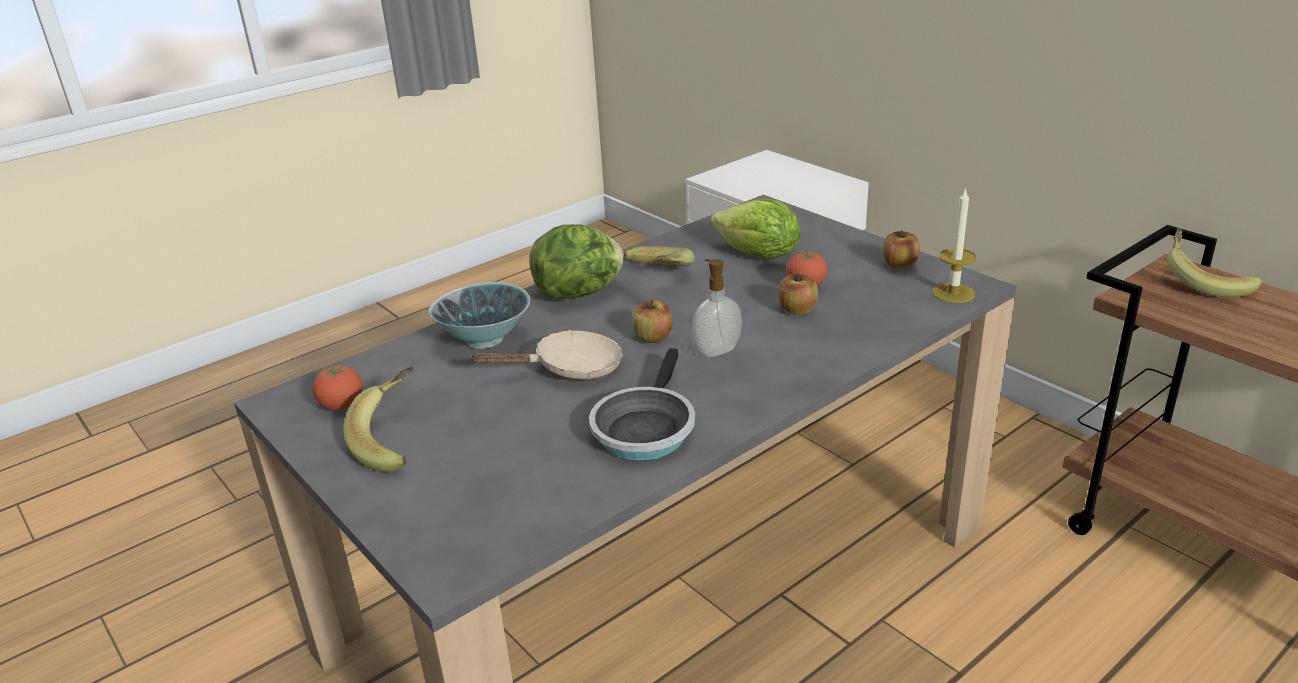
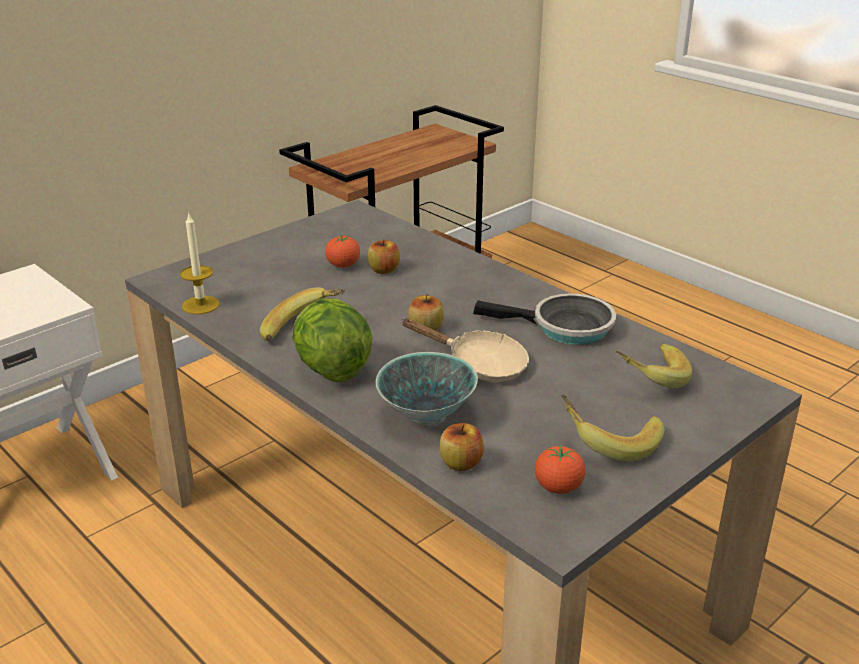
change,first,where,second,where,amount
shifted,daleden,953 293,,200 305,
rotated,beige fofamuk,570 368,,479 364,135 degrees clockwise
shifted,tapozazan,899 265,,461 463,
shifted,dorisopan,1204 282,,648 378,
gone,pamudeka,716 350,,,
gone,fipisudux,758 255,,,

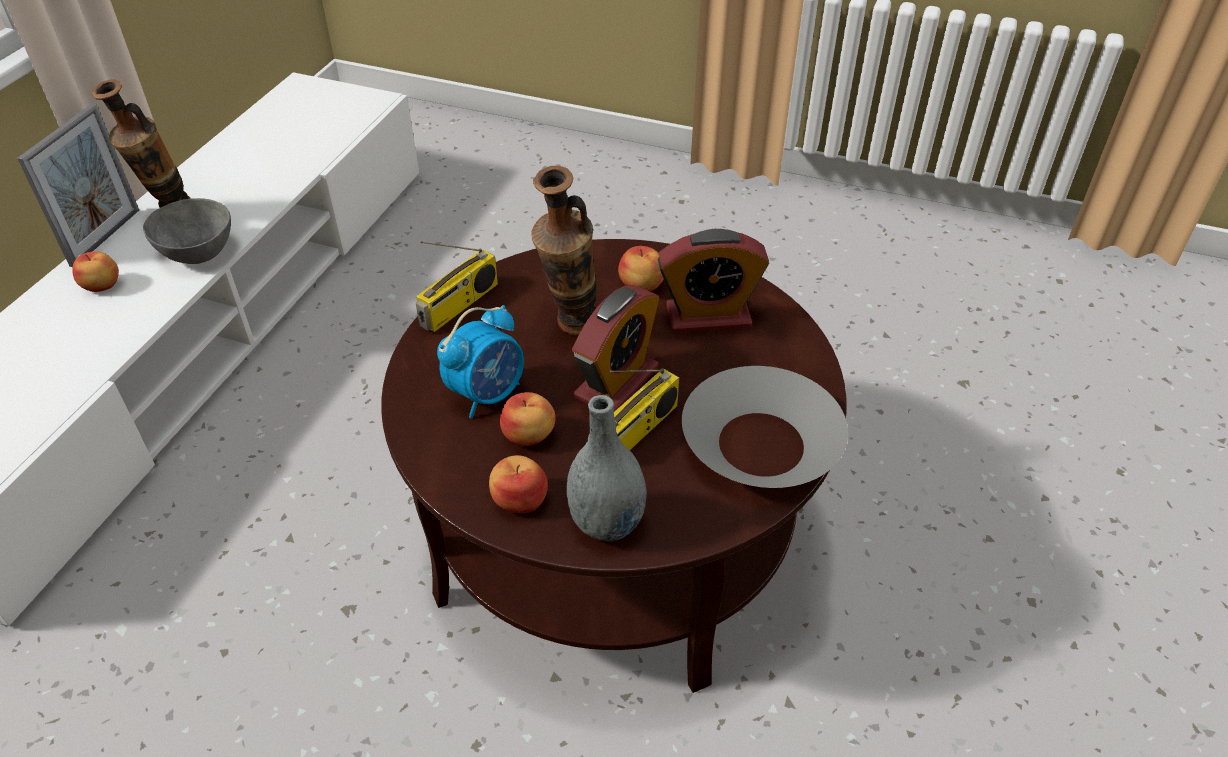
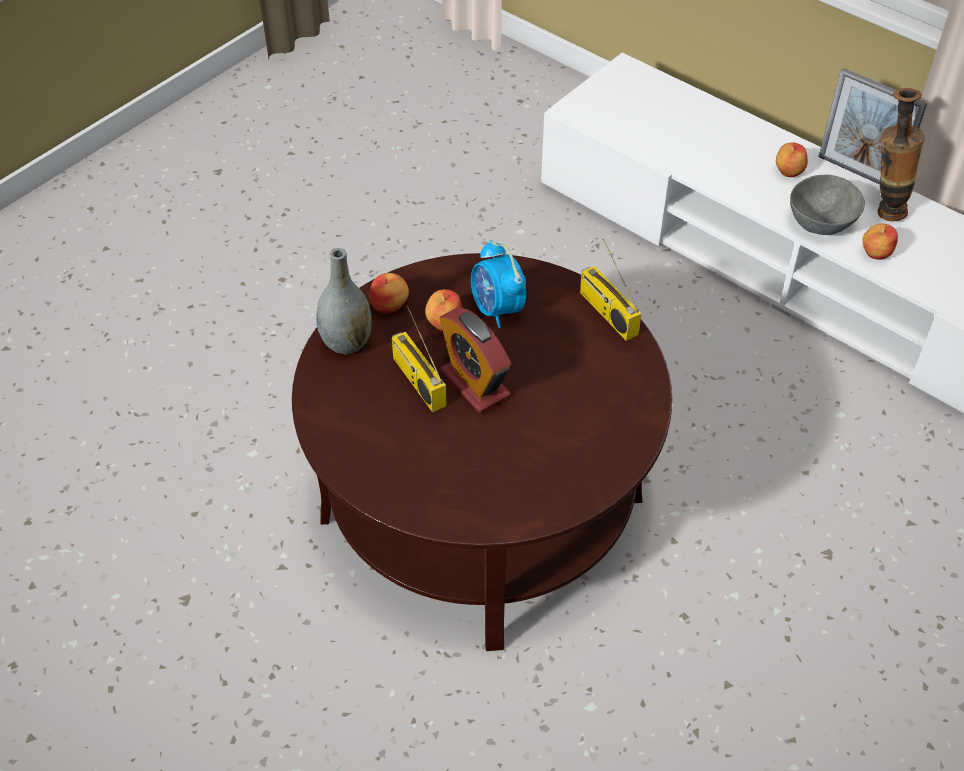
change,first,where,second,where,amount
shifted,tapozazan,641 286,,876 252,
gone,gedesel,570 331,,,
gone,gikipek,708 316,,,
gone,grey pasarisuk,761 443,,,

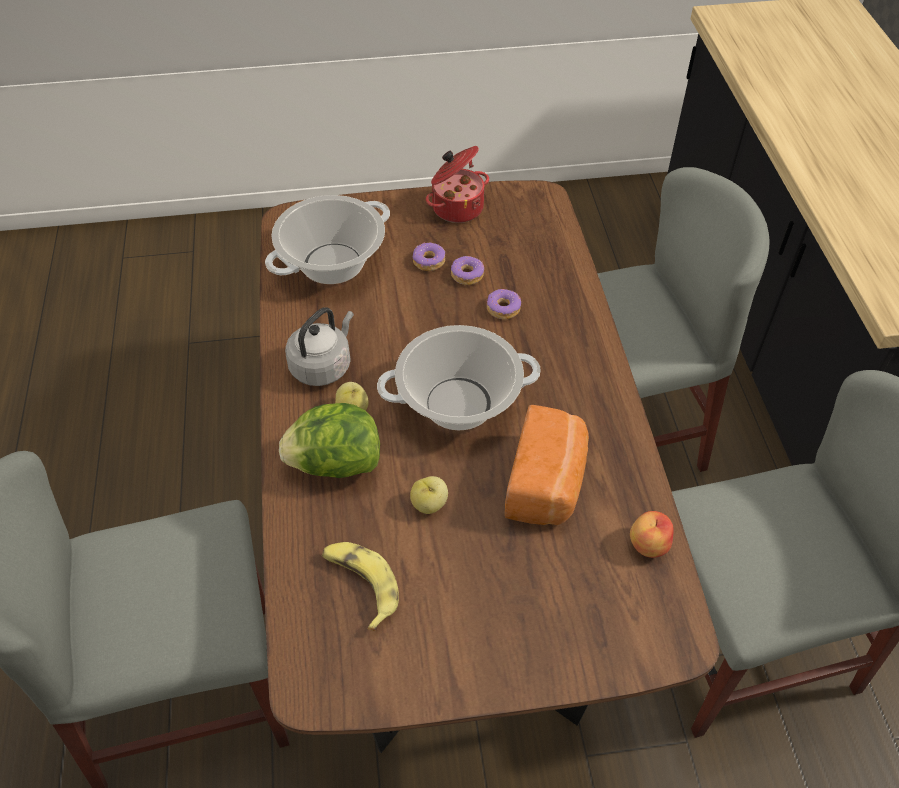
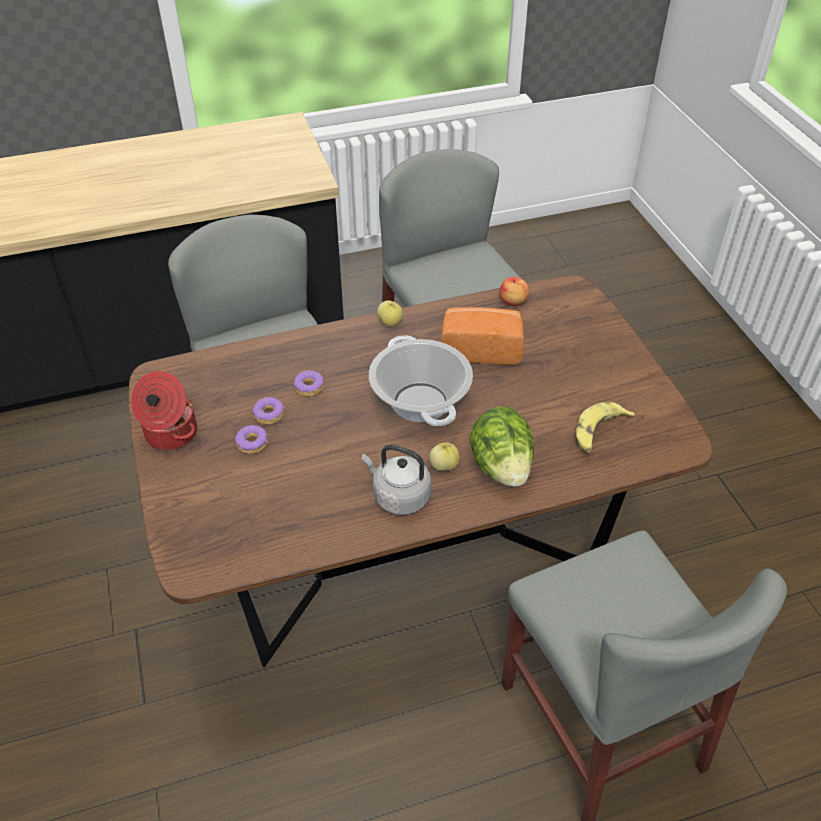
change,first,where,second,where,amount
shifted,tapozazan,429 504,,390 322,
gone,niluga,333 264,,,

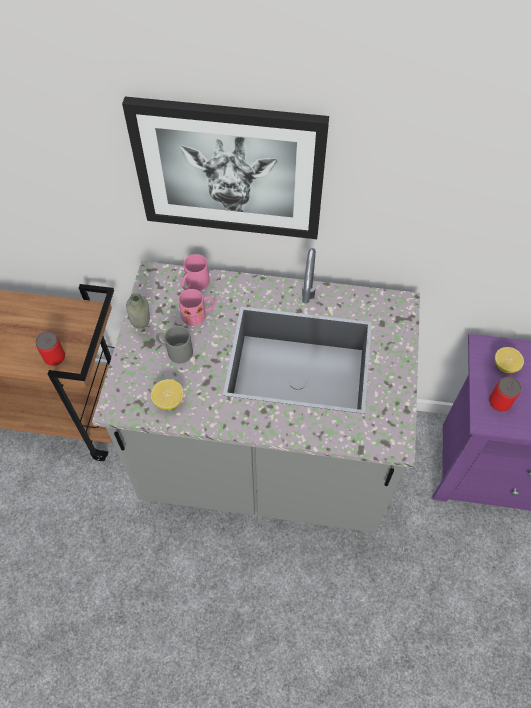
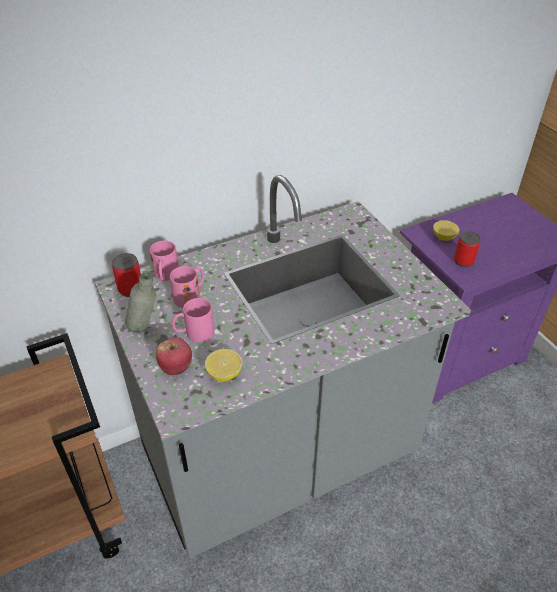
change,first,where,second,where,amount
shifted,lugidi,55 357,,130 289,
new,,,tapozazan,176 368,
repainted,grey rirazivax,175 351,pink rirazivax,194 333,
gone,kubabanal,229 170,,,

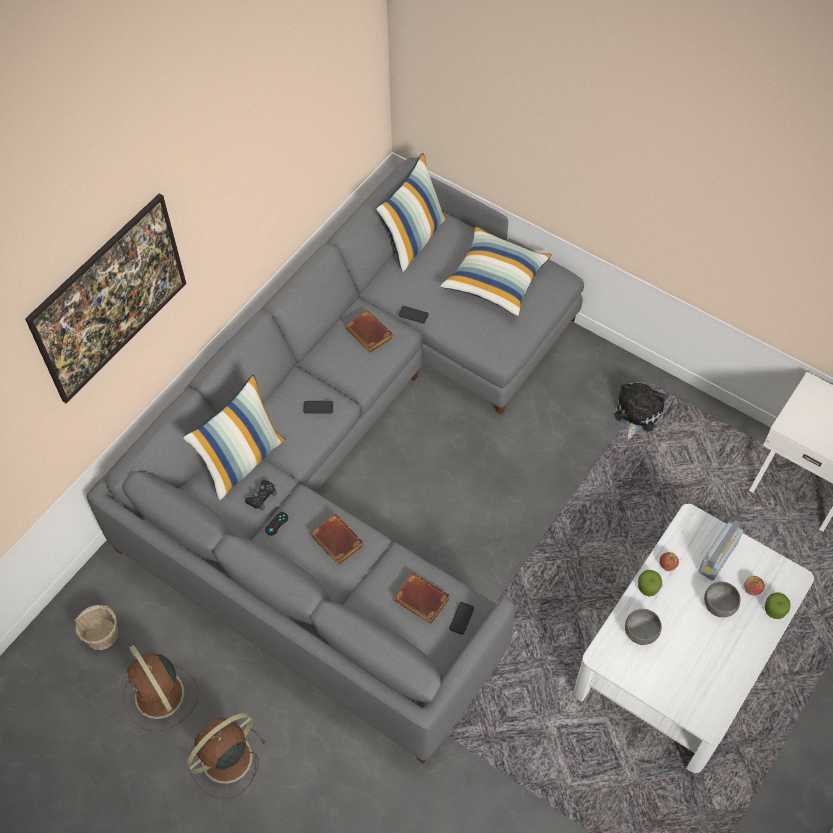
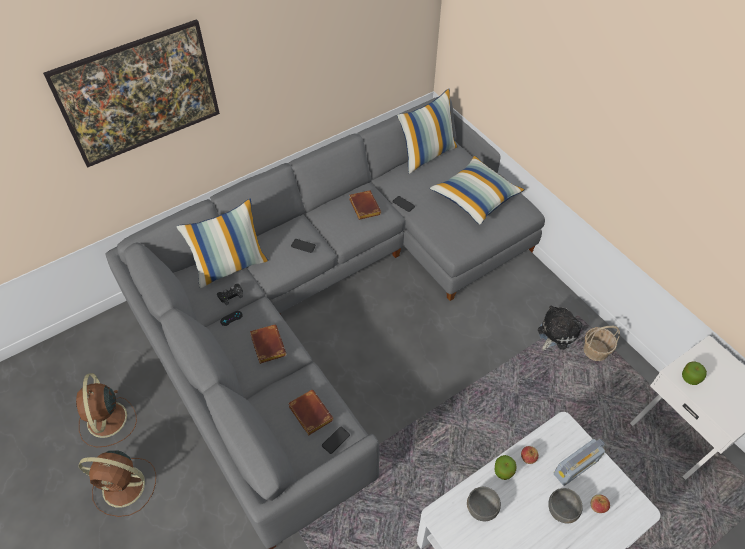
change,first,where,second,where,amount
rotated,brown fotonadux,224 760,,125 487,150 degrees counterclockwise
shifted,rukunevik,101 634,,595 350,
shifted,tapozazan,774 610,,690 377,

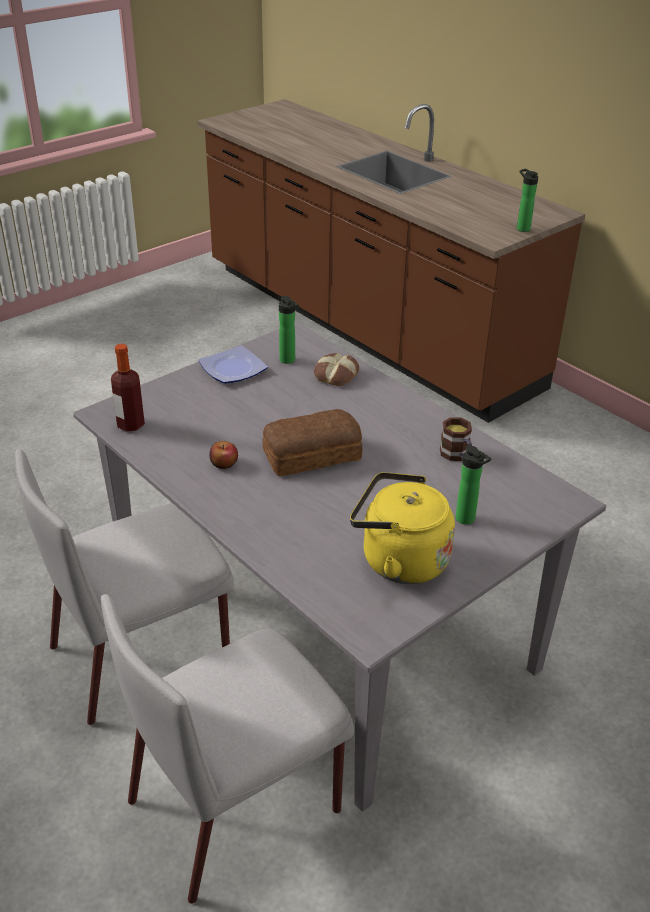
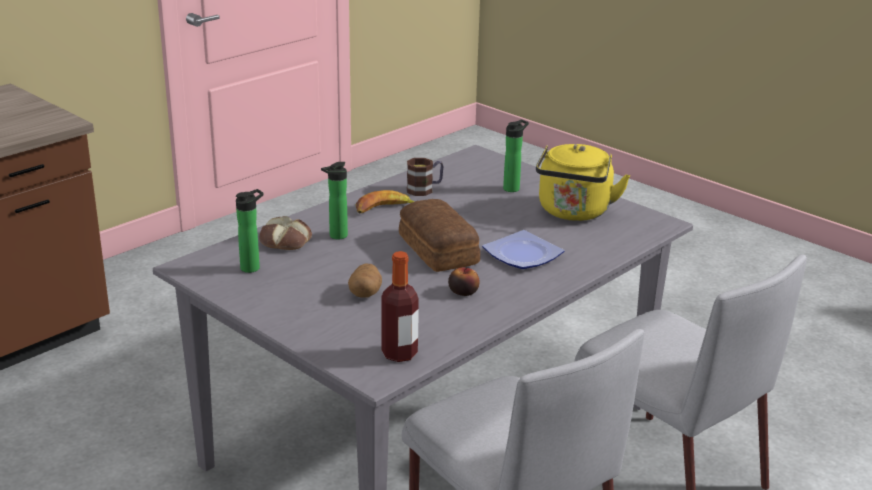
change,first,where,second,where,amount
shifted,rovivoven,521 228,,336 236,
new,,,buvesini,365 293,
new,,,dorisopan,386 209,
shifted,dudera,232 370,,524 255,

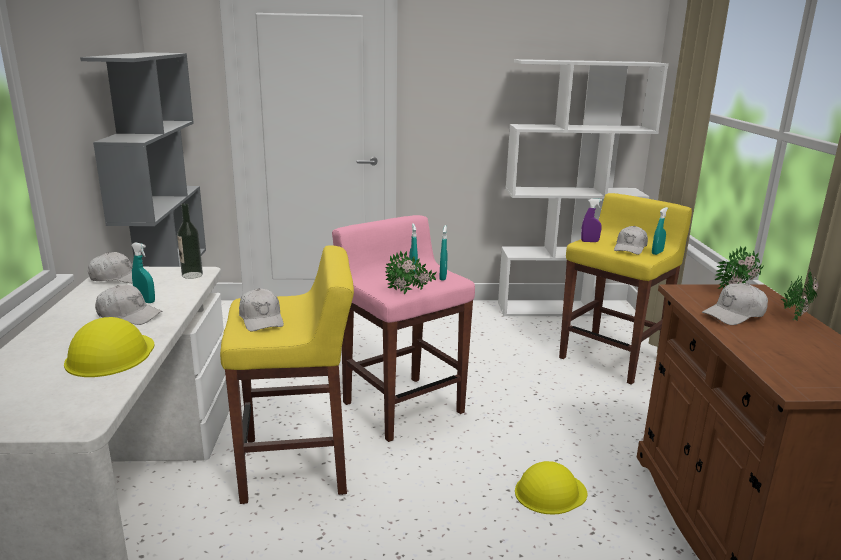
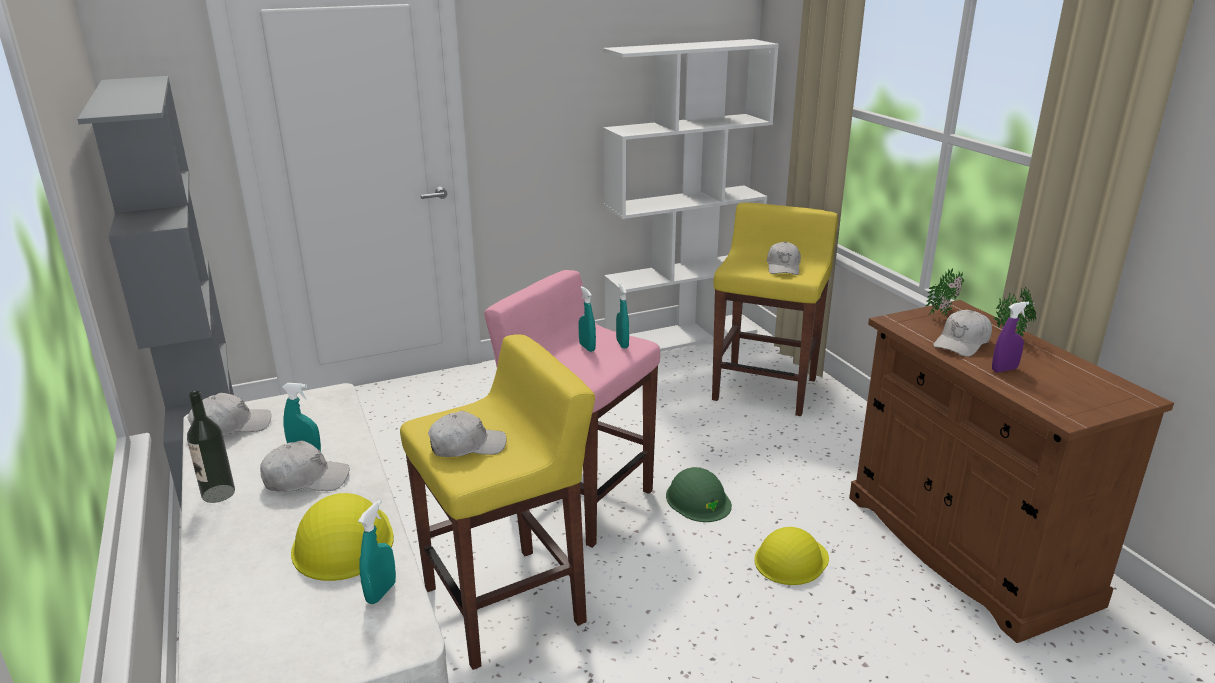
change,first,where,second,where,amount
shifted,rovivoven,192 275,,218 493,
shifted,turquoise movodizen,657 253,,381 592,
rotated,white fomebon,261 319,,467 446,60 degrees counterclockwise
new,,,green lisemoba,698 499,
shifted,purple movodizen,589 241,,1004 369,
gone,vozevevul,410 293,,,

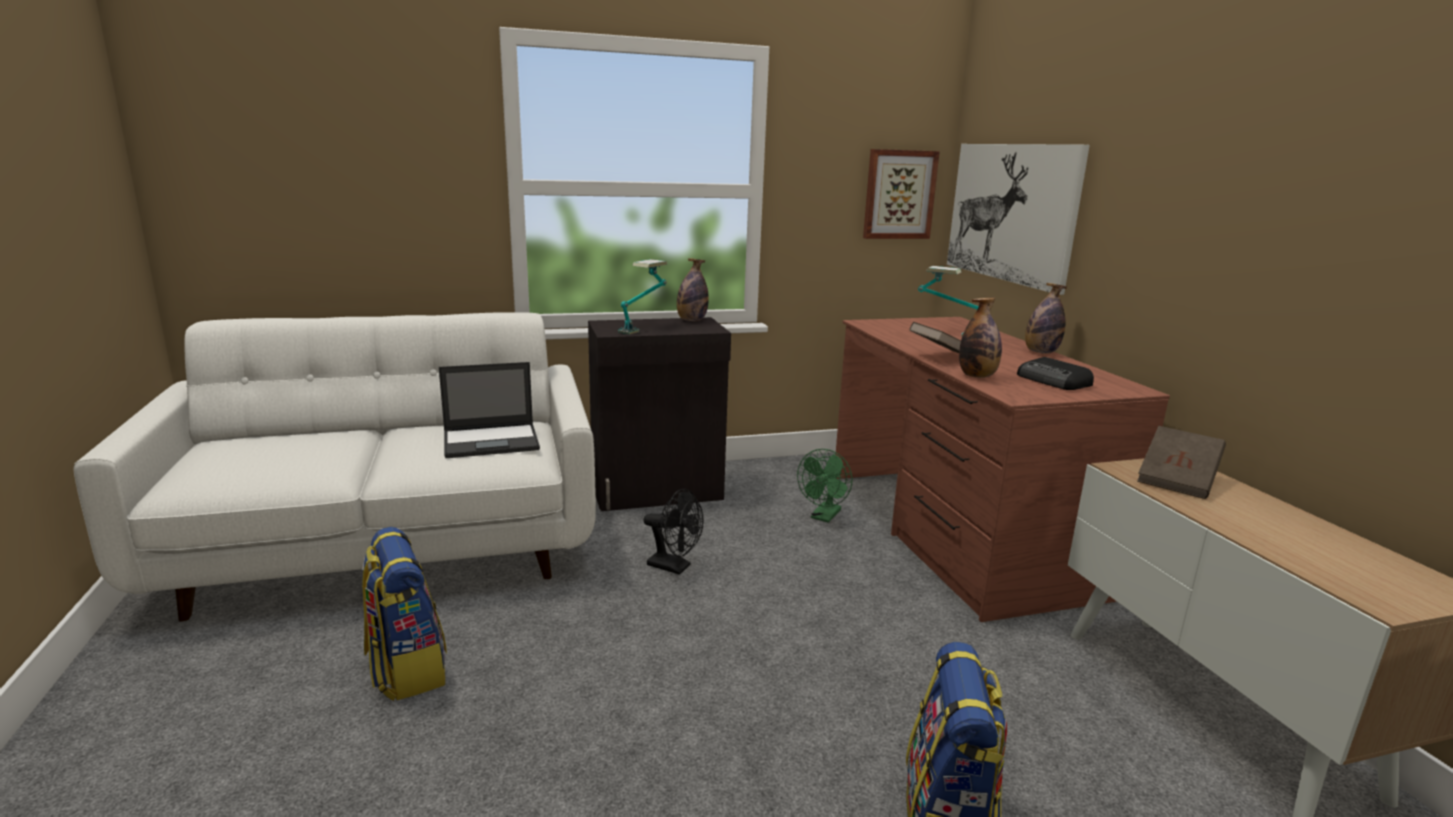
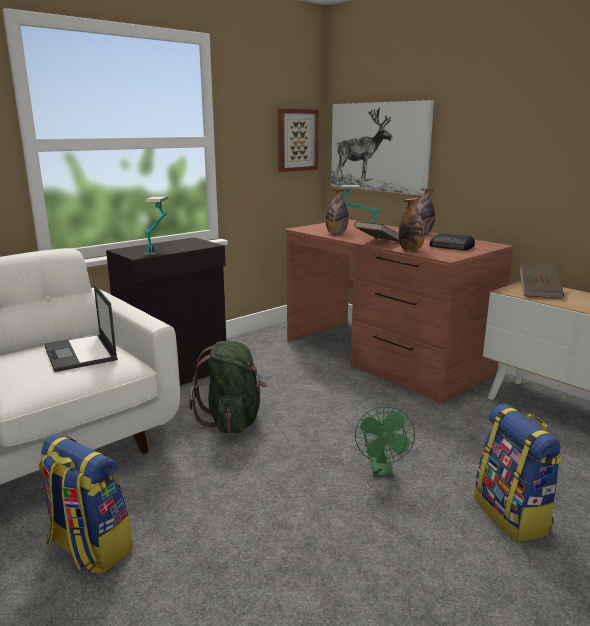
change,first,where,second,where,amount
rotated,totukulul,492 441,,81 353,105 degrees clockwise
swapped,black fotonadux,675 567,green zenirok,232 420,
shifted,rovivoven,691 320,,336 233,
shifted,green fotonadux,824 517,,382 471,

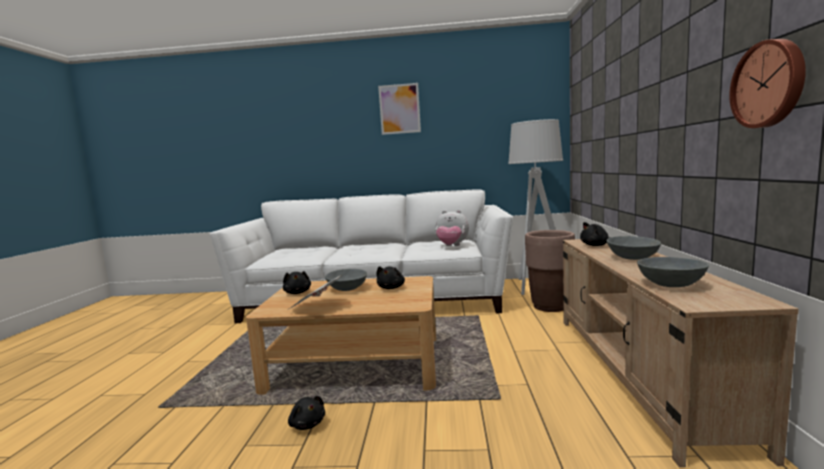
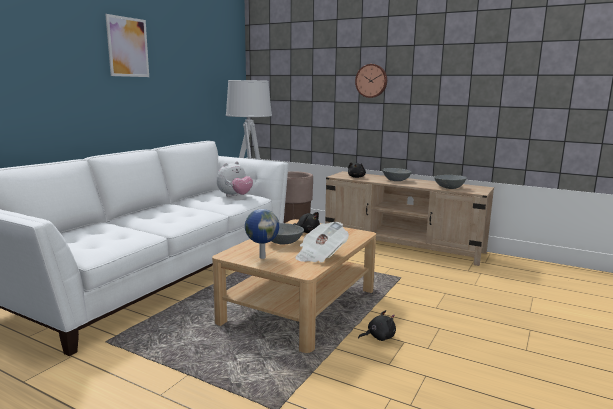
change,first,where,second,where,amount
swapped,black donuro,297 293,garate,262 257,
shifted,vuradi,769 84,,371 81,

